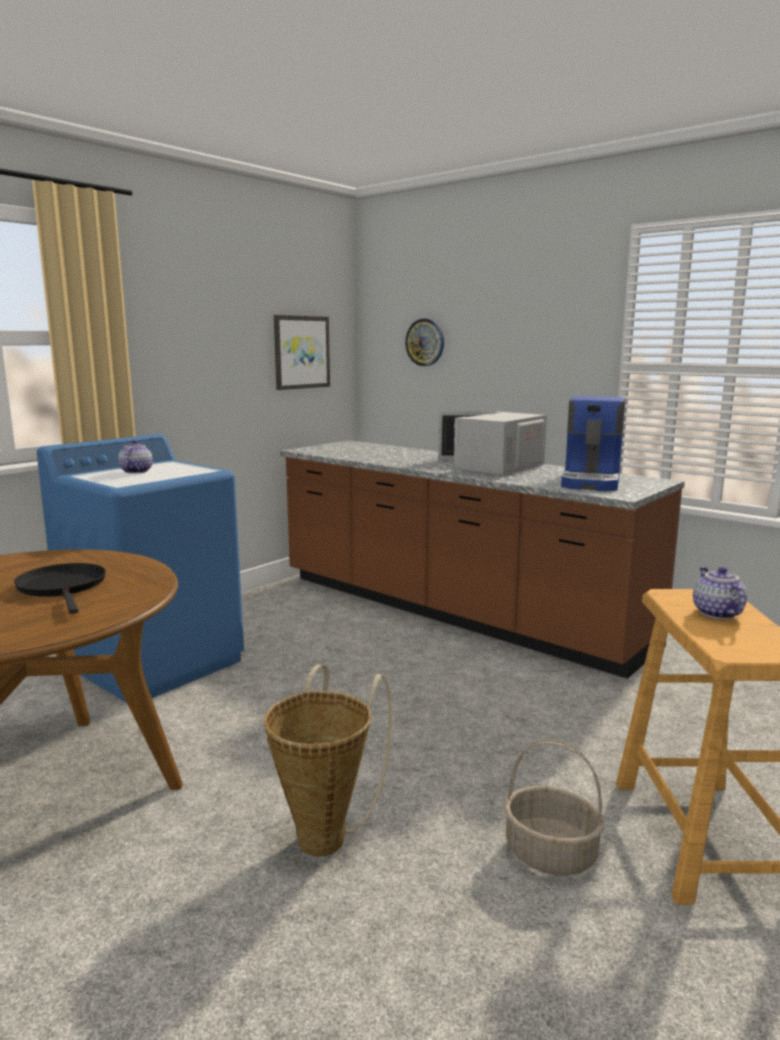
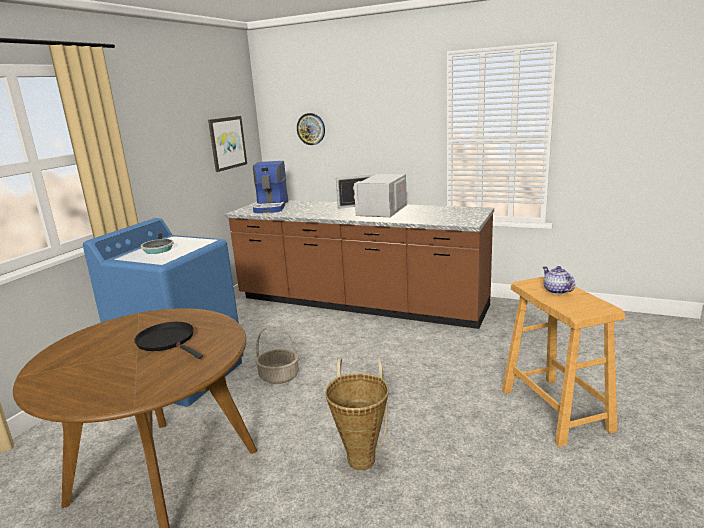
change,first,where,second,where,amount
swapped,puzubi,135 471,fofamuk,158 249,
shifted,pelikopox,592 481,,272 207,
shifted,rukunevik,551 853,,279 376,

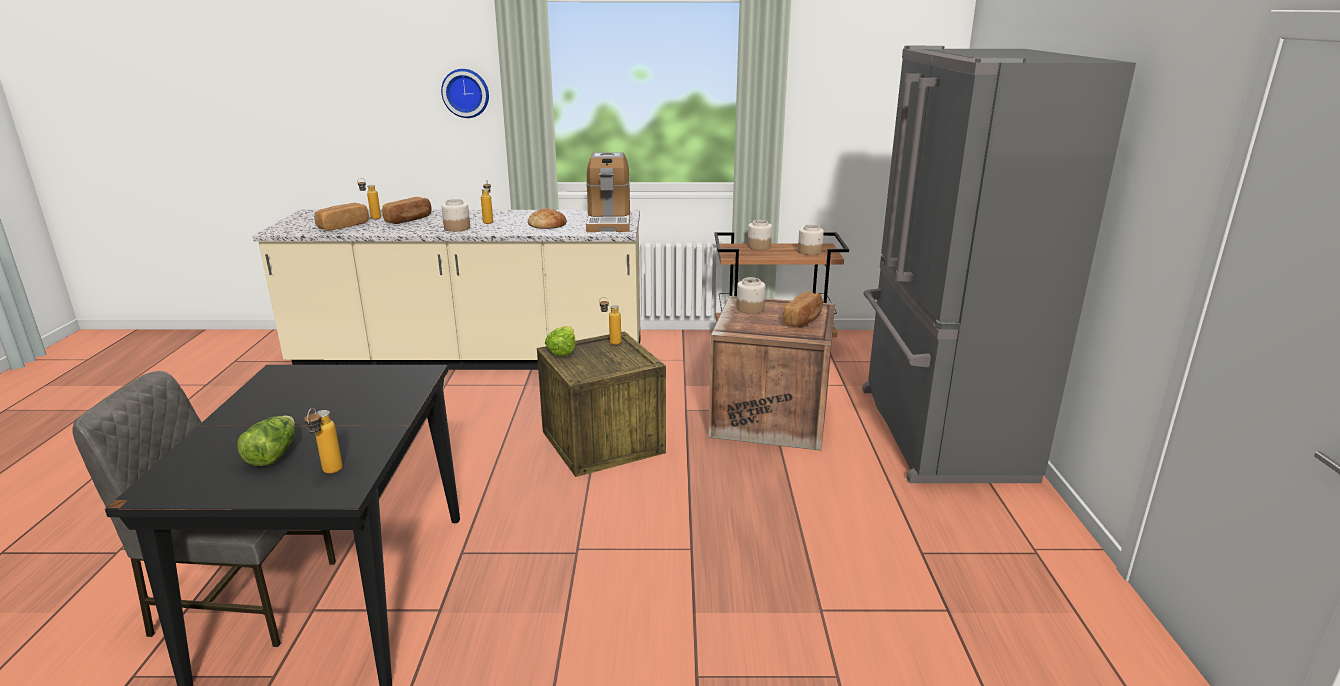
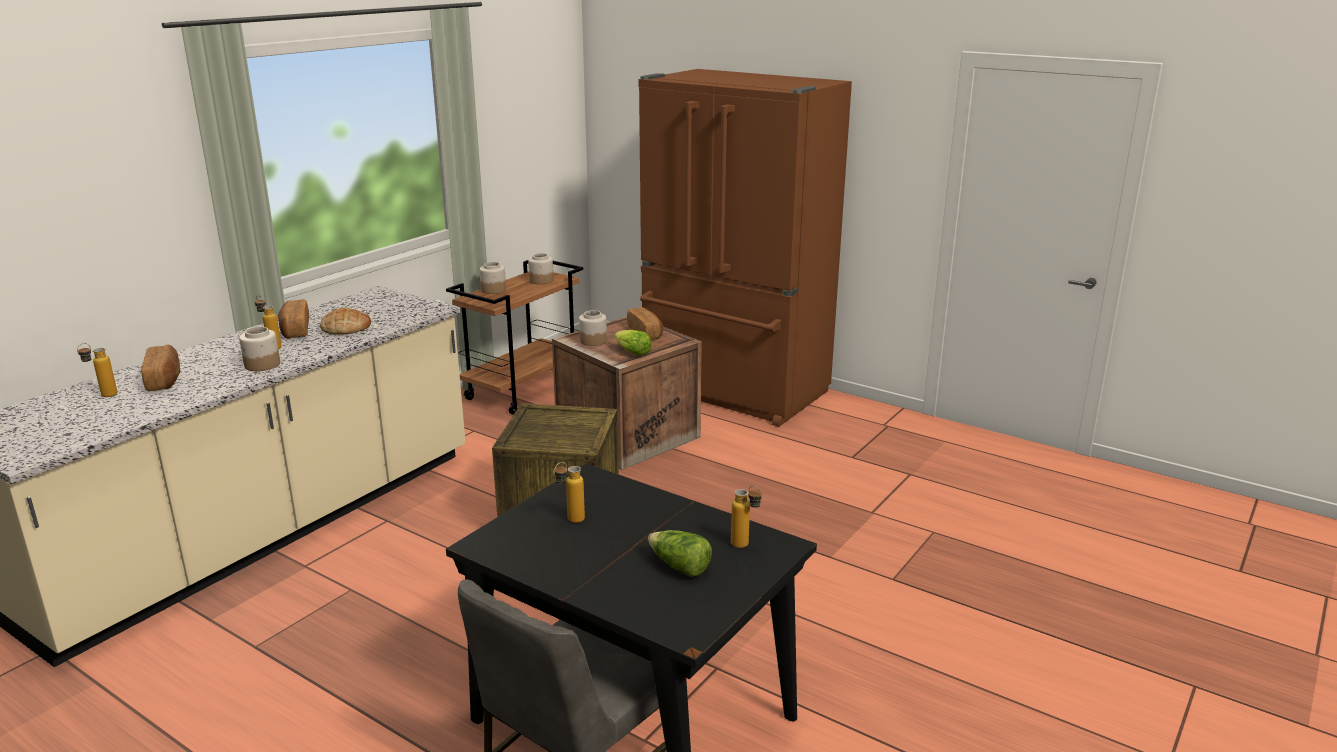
change,first,where,second,where,amount
shifted,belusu,342 226,,295 330,
shifted,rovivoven,610 342,,570 521,
shifted,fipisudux,562 351,,632 353,
repainted,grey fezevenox,938 432,brown fezevenox,733 391,
gone,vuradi,466 93,,,
gone,pelikopox,609 222,,,

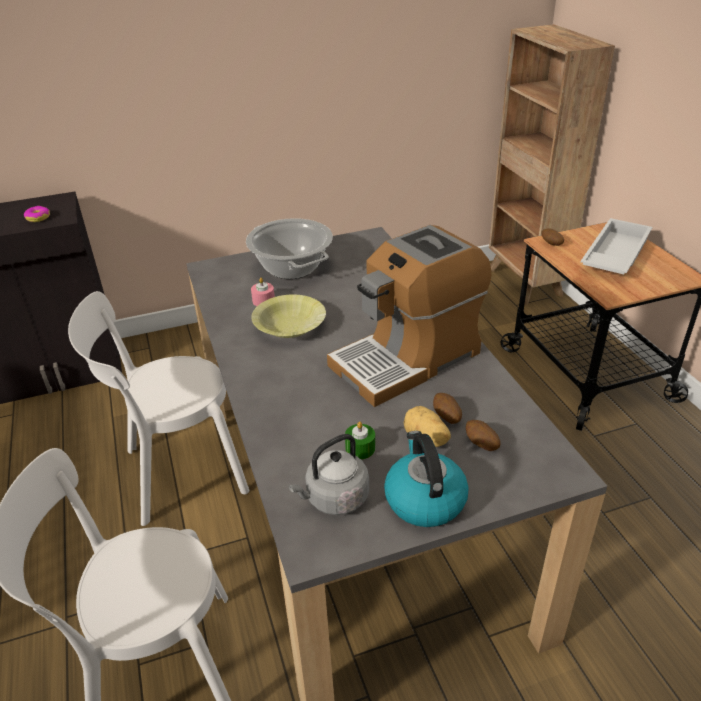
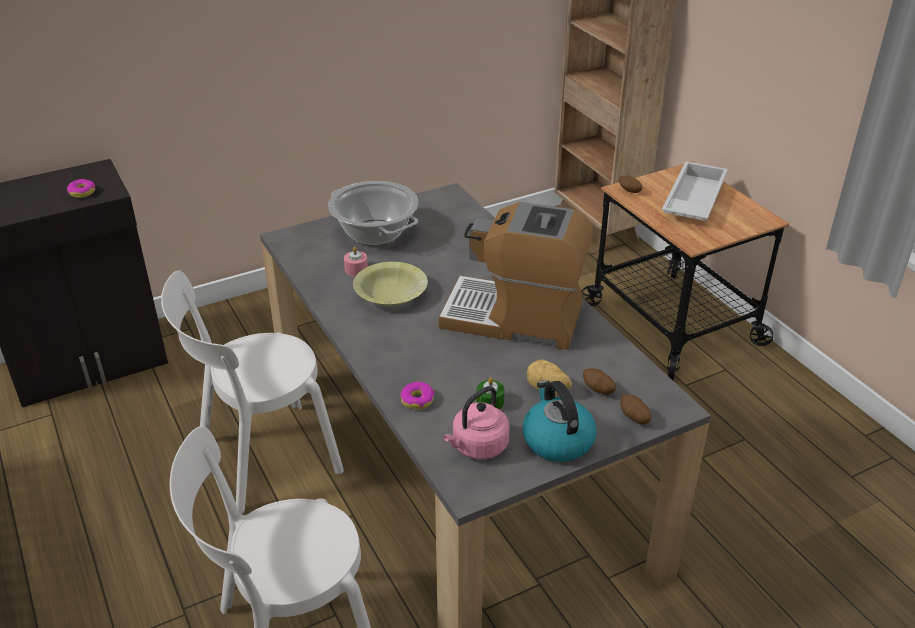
change,first,where,second,where,amount
new,,,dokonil,417 400,
rotated,pelikopox,407 358,,514 318,60 degrees clockwise
repainted,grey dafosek,334 499,pink dafosek,477 447,
shifted,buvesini,446 417,,634 418,

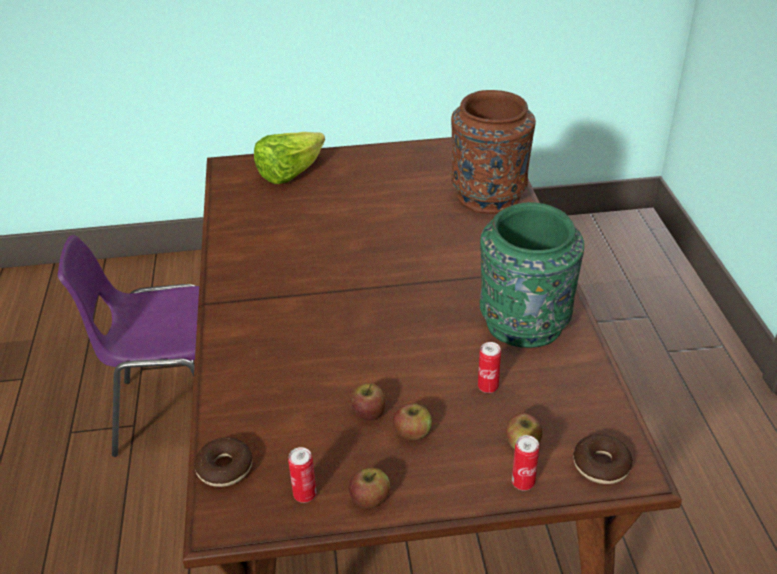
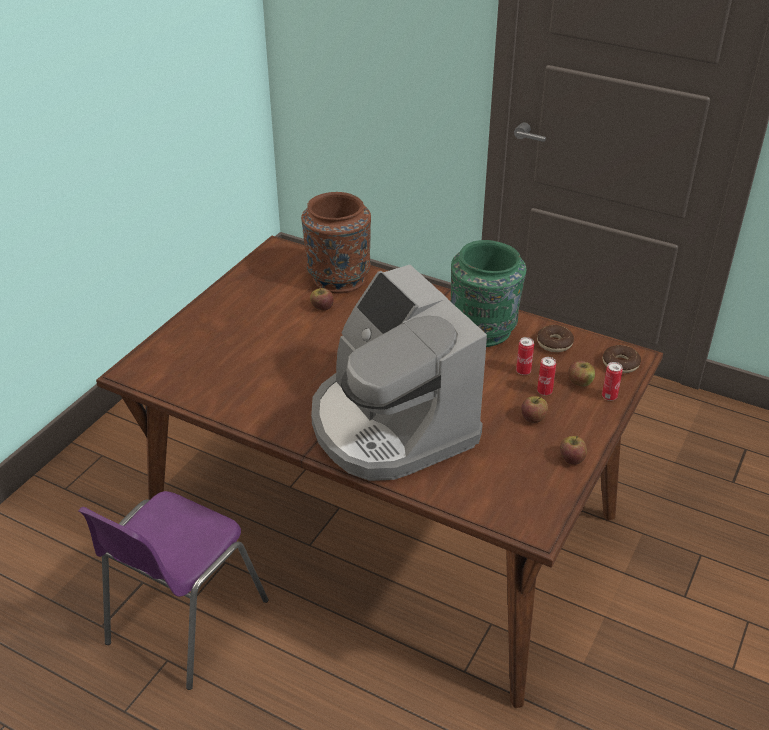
change,first,where,second,where,amount
shifted,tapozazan,368 412,,322 307,
new,,,pelikopox,390 425,
shifted,dokonil,225 468,,554 343,
shifted,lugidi,305 495,,544 391,
gone,fipisudux,290 173,,,

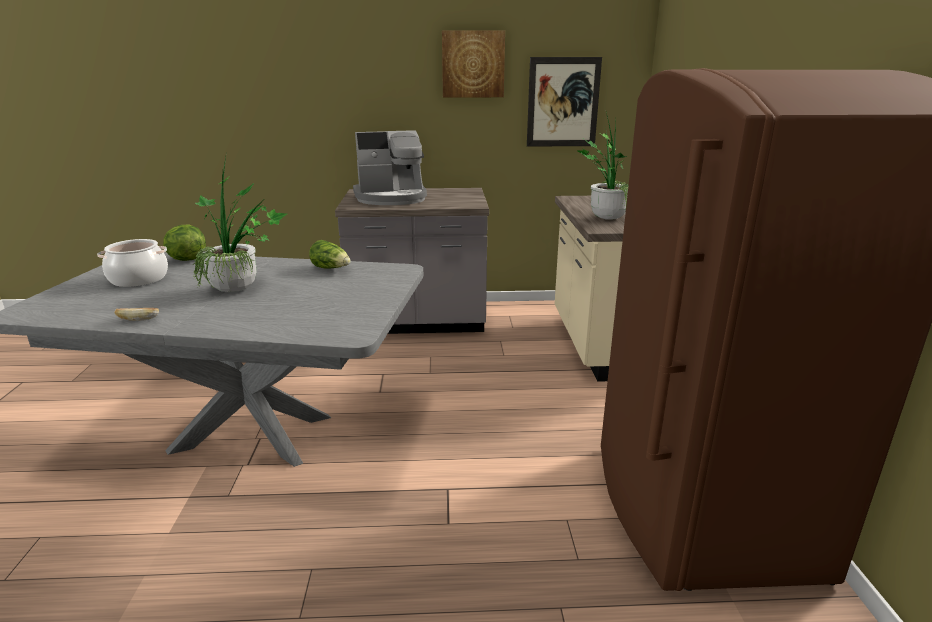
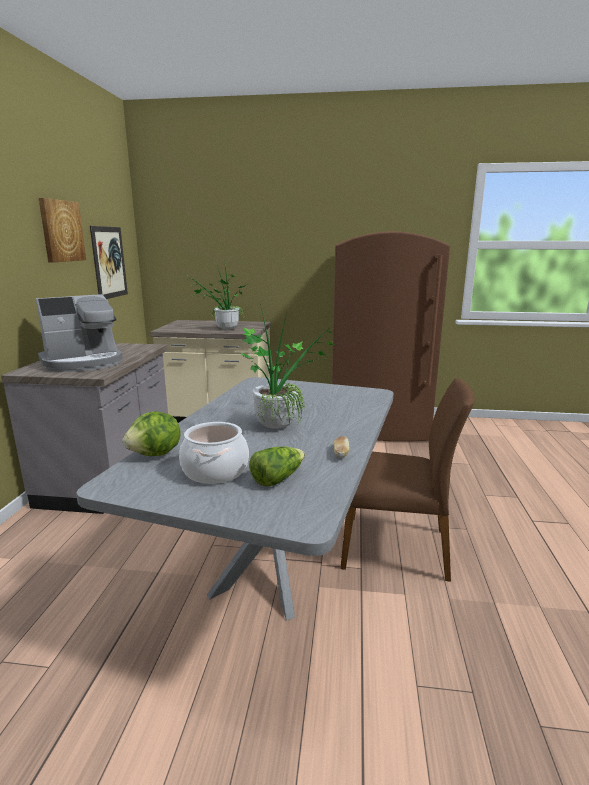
change,first,where,second,where,amount
rotated,pelikopox,391 198,,83 363,60 degrees clockwise
shifted,fipisudux,331 268,,277 478,
new,,,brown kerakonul,397 547,

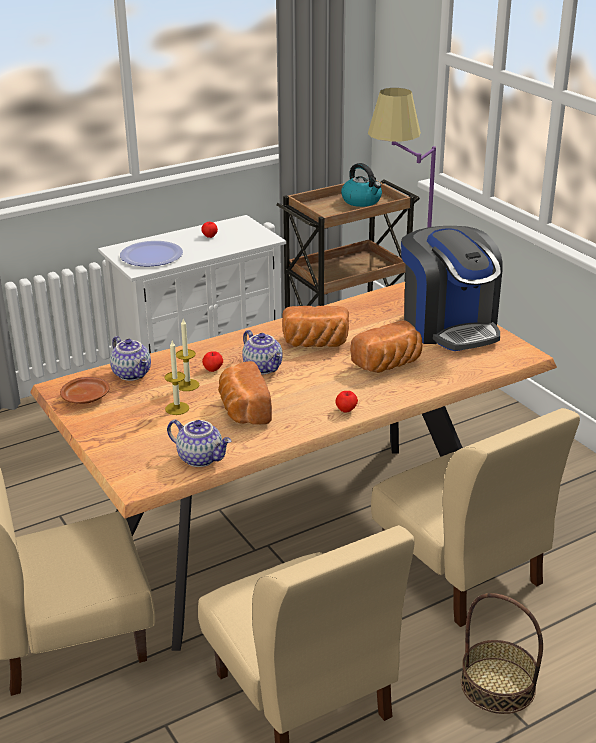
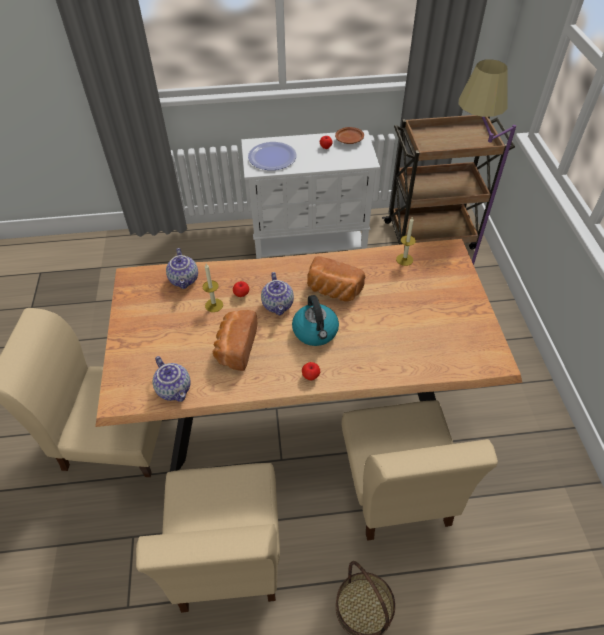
change,first,where,second,where,amount
shifted,dafosek,362 201,,316 332,
shifted,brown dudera,86 397,,349 140,
shifted,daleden,177 408,,404 259,
gone,belusu,389 365,,,
gone,pelikopox,449 326,,,

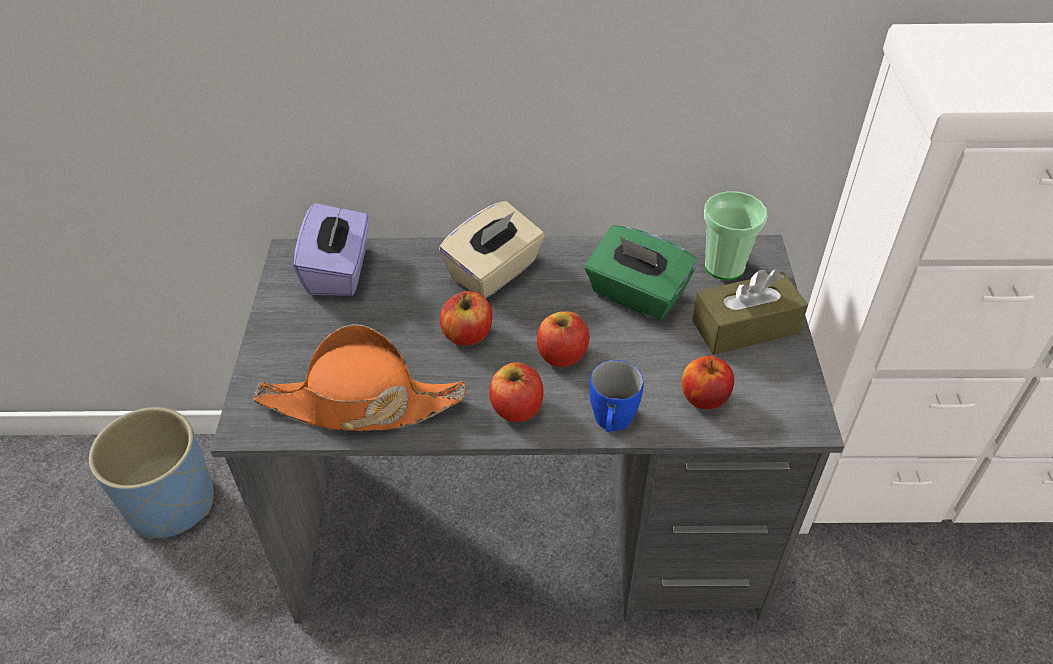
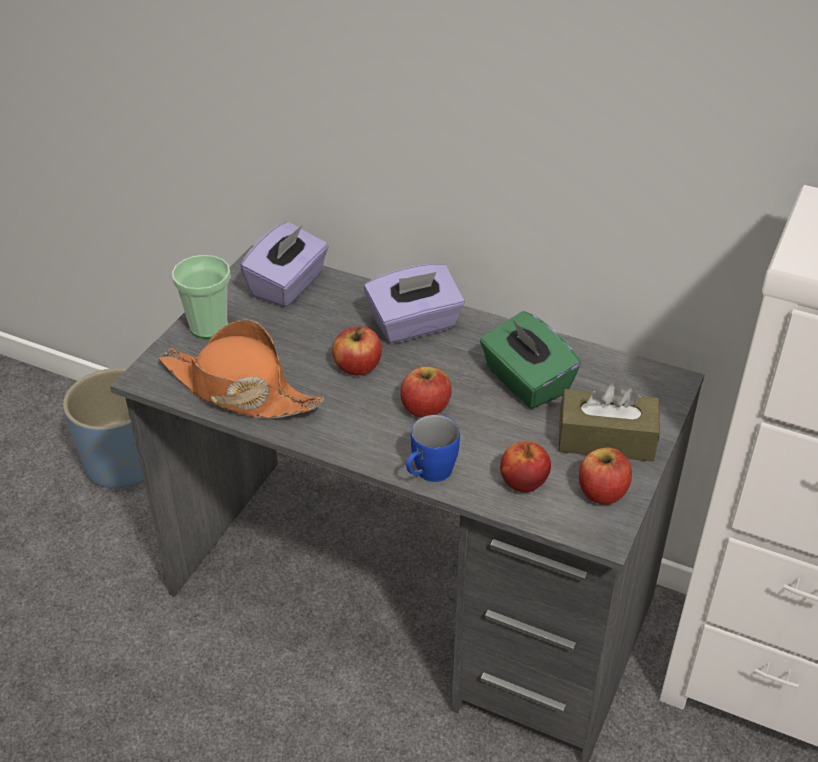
change,first,where,second,where,amount
shifted,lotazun,724 266,,209 327,
repainted,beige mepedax,494 272,purple mepedax,414 325,
shifted,tapozazan,516 408,,602 492,

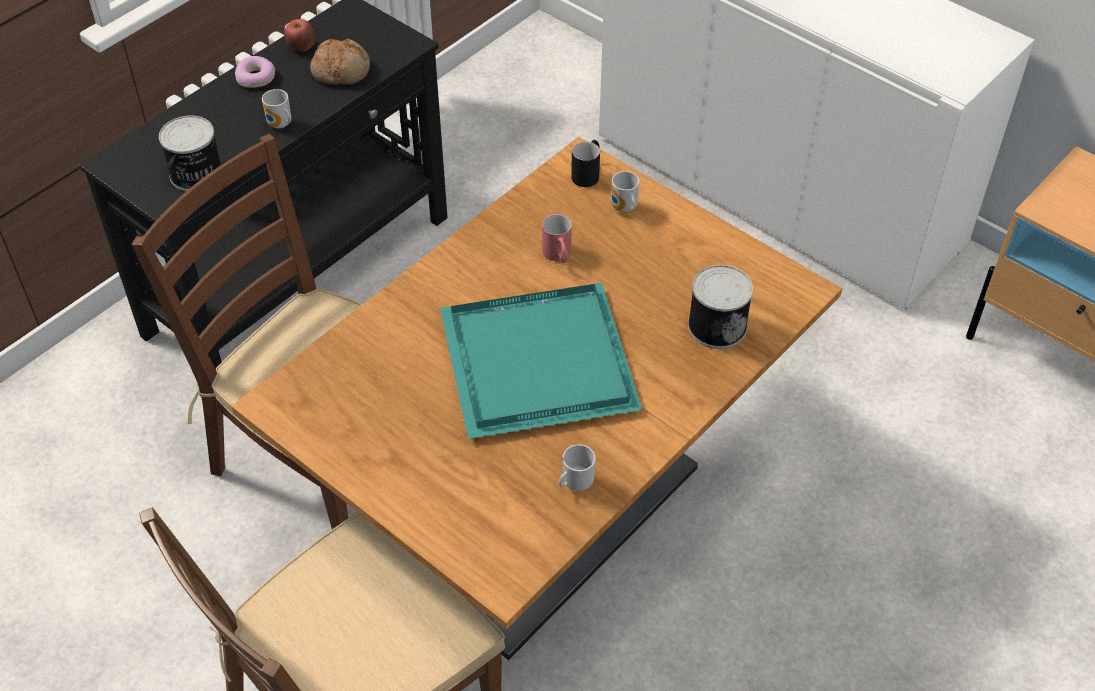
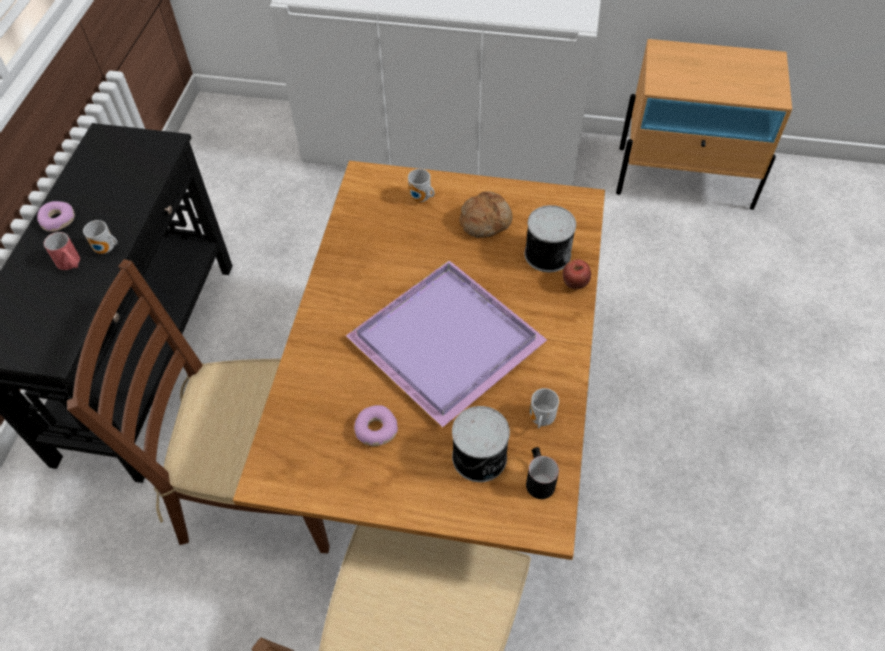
change,first,where,second,where,amount
shifted,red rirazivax,558 256,,71 264,
repainted,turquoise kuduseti,540 359,purple kuduseti,446 338,
new,,,dokonil,375 429,
shifted,lugidi,196 174,,480 458,
shifted,belusu,341 71,,485 221,
shifted,black rirazivax,588 173,,538 478,
shifted,tapozazan,302 48,,575 284,

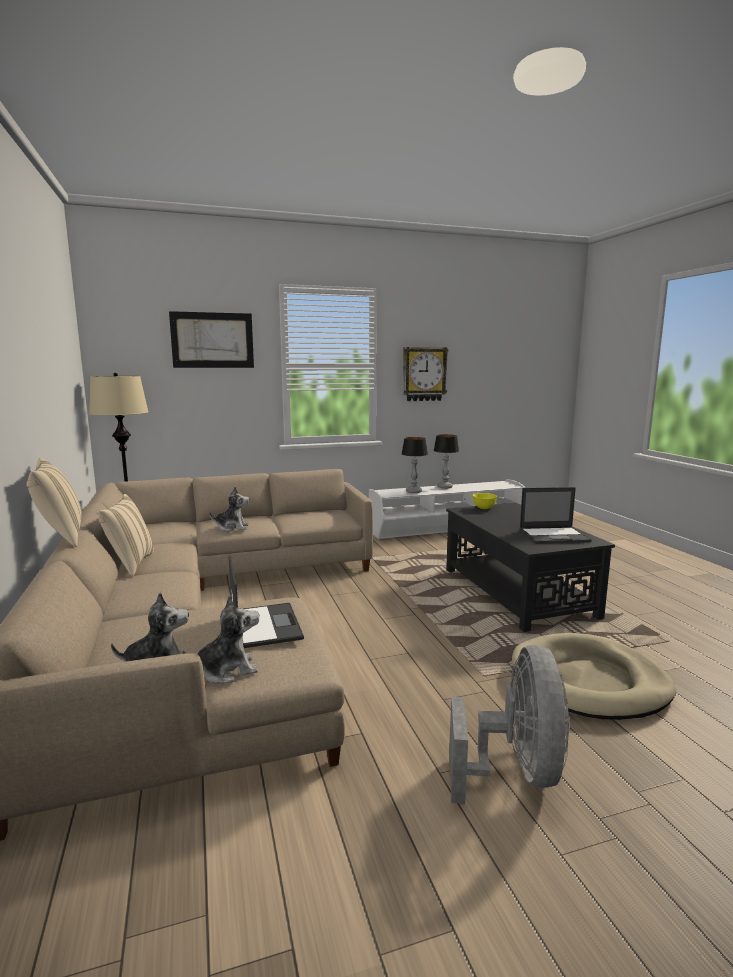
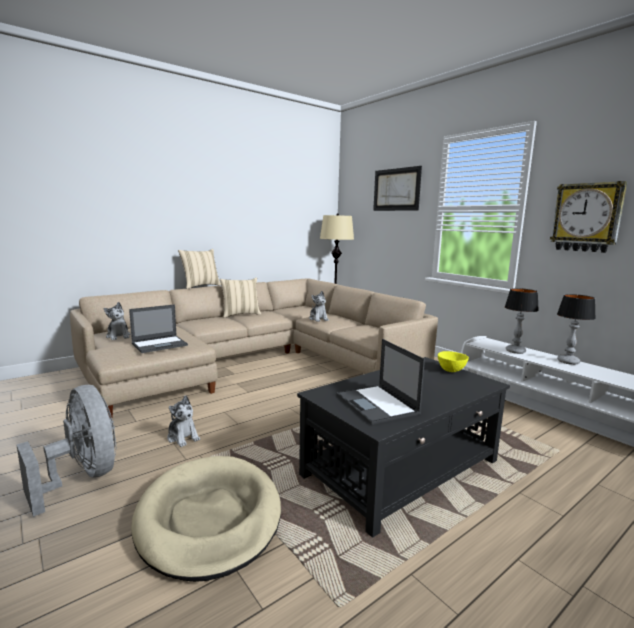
change,first,where,second,where,amount
rotated,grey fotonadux,516 771,,82 477,120 degrees counterclockwise
shifted,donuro,226 670,,183 437,

